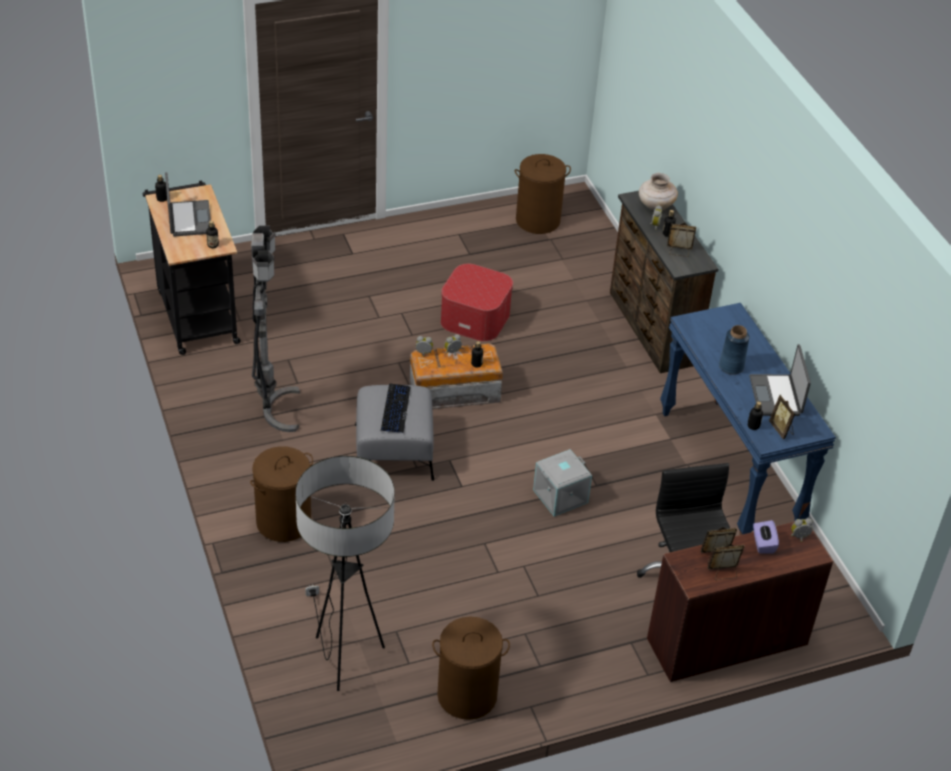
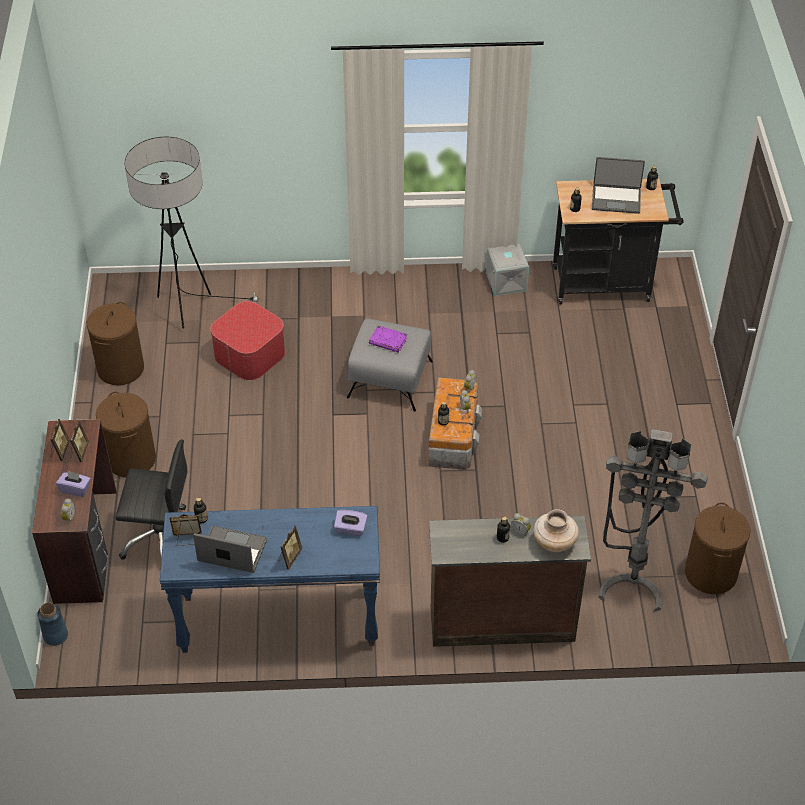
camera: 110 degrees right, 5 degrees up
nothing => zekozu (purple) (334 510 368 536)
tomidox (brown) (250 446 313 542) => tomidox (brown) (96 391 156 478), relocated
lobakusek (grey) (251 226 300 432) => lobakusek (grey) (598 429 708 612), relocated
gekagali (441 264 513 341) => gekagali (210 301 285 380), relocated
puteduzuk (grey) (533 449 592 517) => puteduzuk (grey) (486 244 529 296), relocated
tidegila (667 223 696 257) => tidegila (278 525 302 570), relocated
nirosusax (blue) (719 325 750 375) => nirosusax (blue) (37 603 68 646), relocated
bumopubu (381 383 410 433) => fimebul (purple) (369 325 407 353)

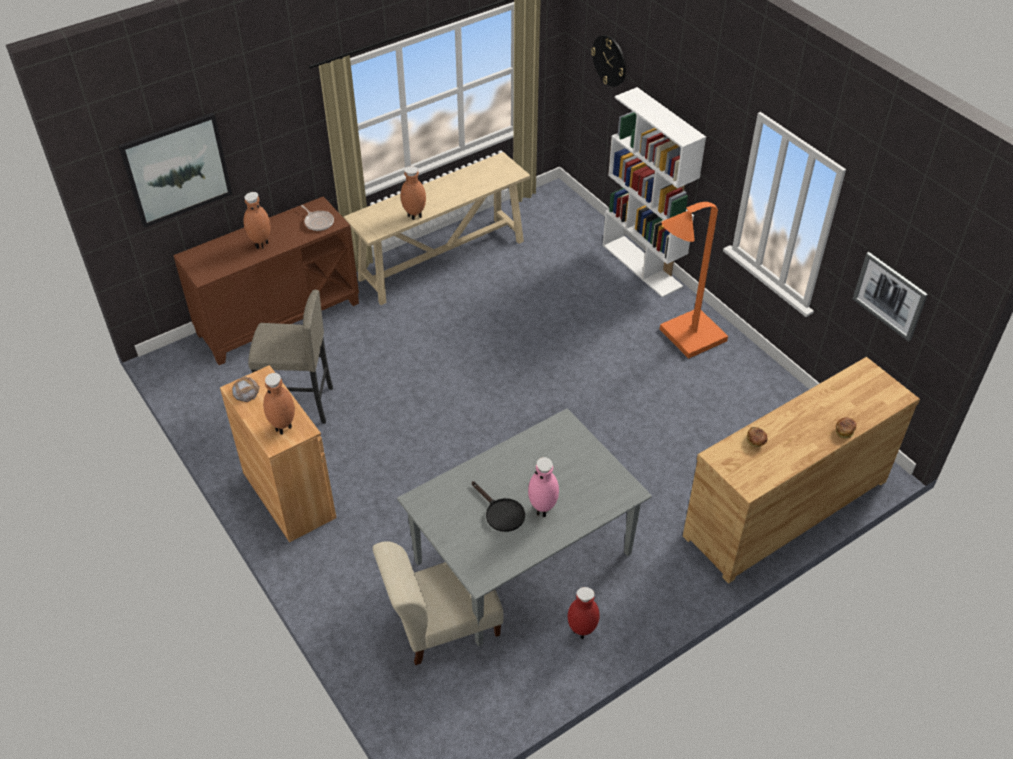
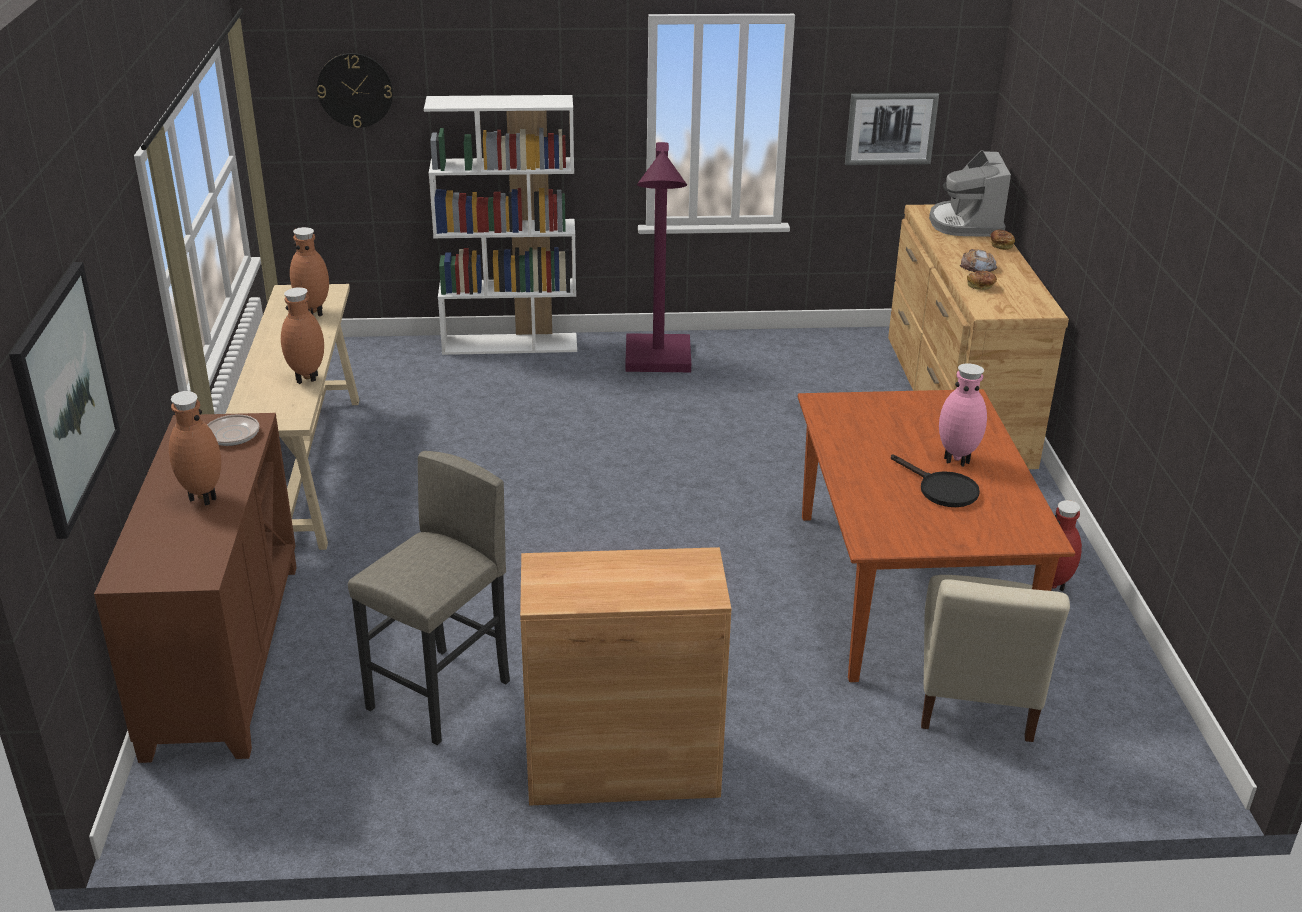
camera: 60 degrees left, 15 degrees down
nothing => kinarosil (929 150 1011 237)
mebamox (232 376 260 402) => mebamox (960 249 997 272), relocated
nirosusax (brown) (263 373 295 435) => nirosusax (brown) (290 227 329 316), relocated
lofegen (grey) (397 409 652 646) => lofegen (brown) (798 389 1075 682)
lobakusek (orange) (660 202 728 359) => lobakusek (purple) (625 142 691 372)
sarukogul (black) (472 481 525 532) => sarukogul (black) (891 454 980 507), 60 degrees clockwise

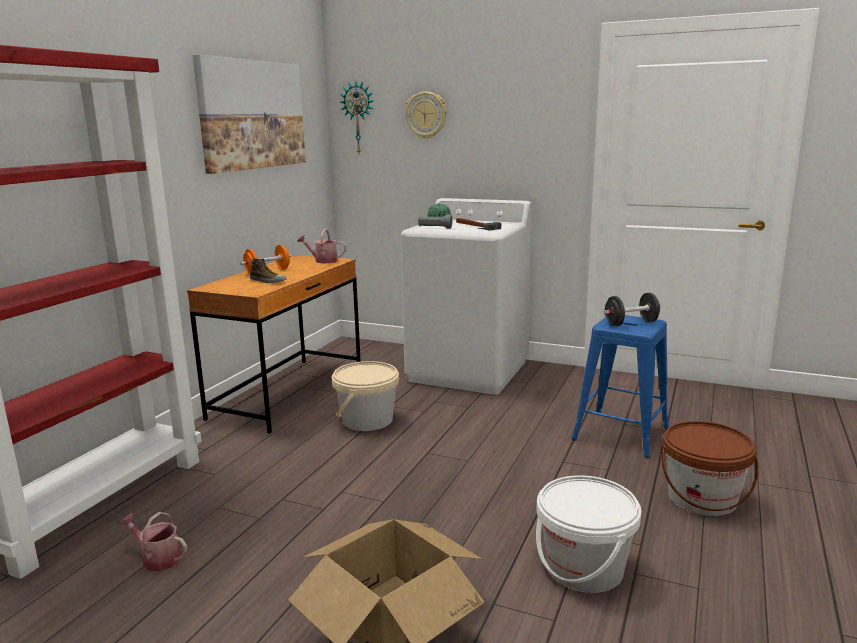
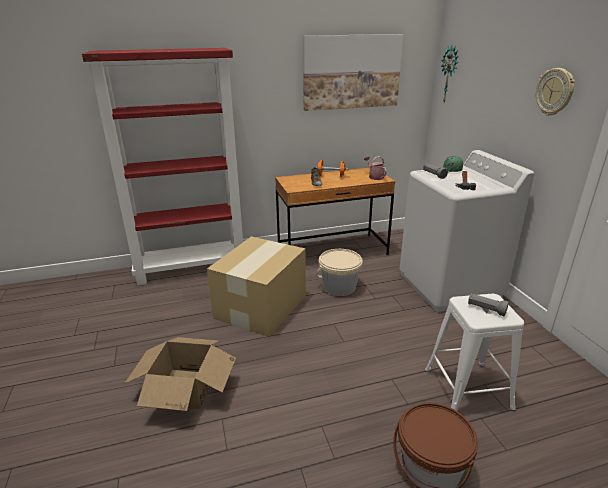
camera: 50 degrees right, 10 degrees up
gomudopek (119 512 187 571) => nothing
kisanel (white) (536 475 642 593) => nothing
nothing => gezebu (207 236 306 337)
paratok (405 92 447 139) => paratok (536 68 575 116), relocated
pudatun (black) (603 293 661 326) => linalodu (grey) (468 293 509 316)
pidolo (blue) (572 315 669 458) => pidolo (white) (425 294 524 411)

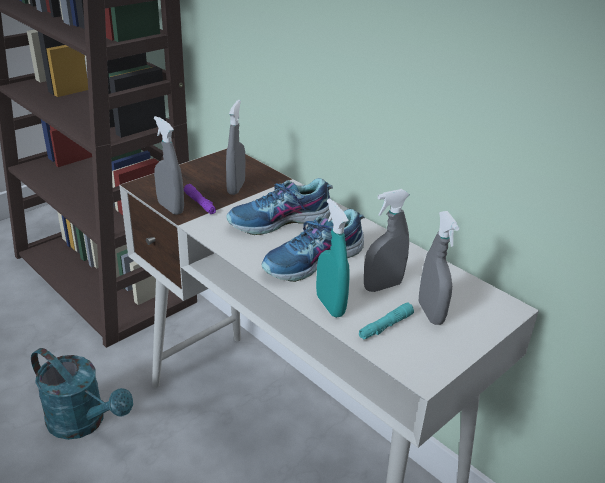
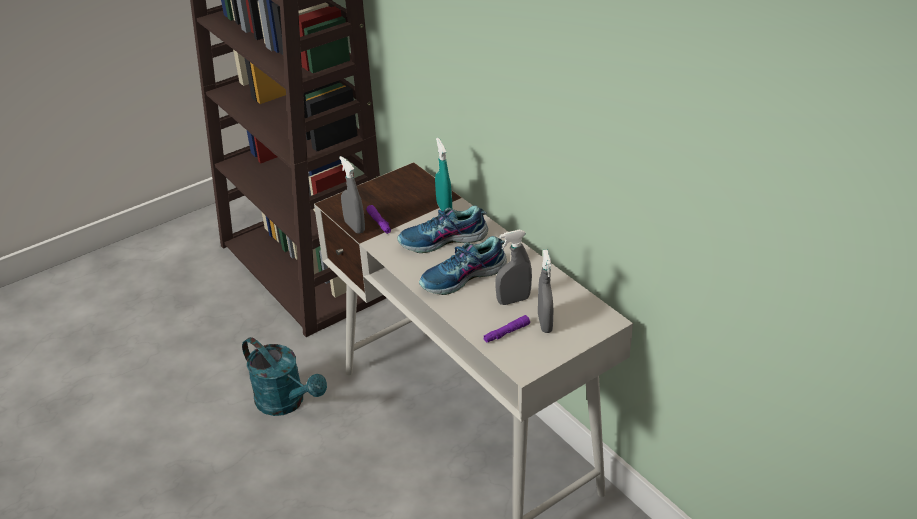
camera: 10 degrees right, 5 degrees up
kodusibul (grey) (226 100 245 195) => nothing
kodusibul (turquoise) (316 198 350 318) => kodusibul (turquoise) (435 138 452 211), relocated
linalodu (turquoise) (359 303 414 340) => linalodu (purple) (484 315 530 343)

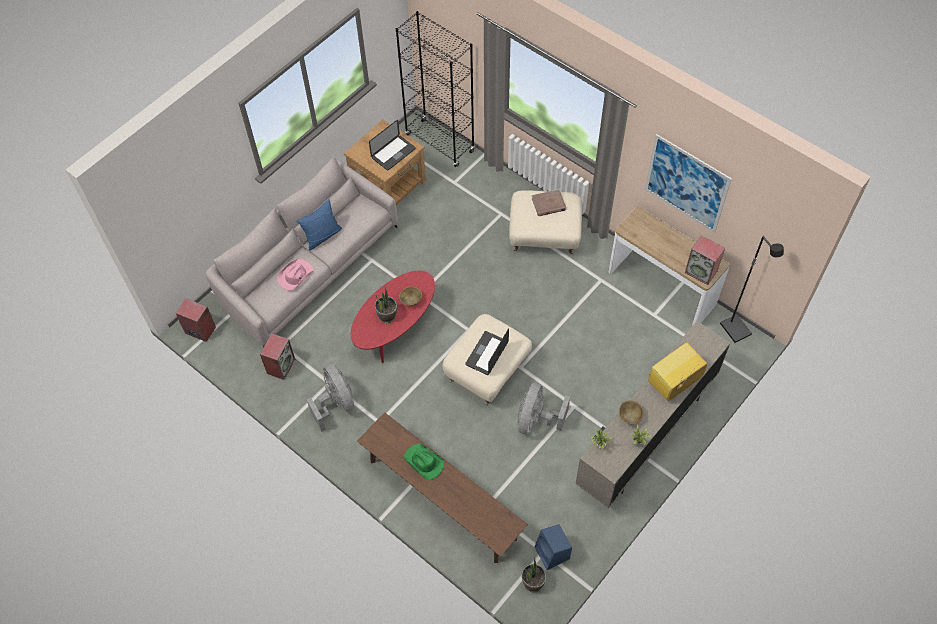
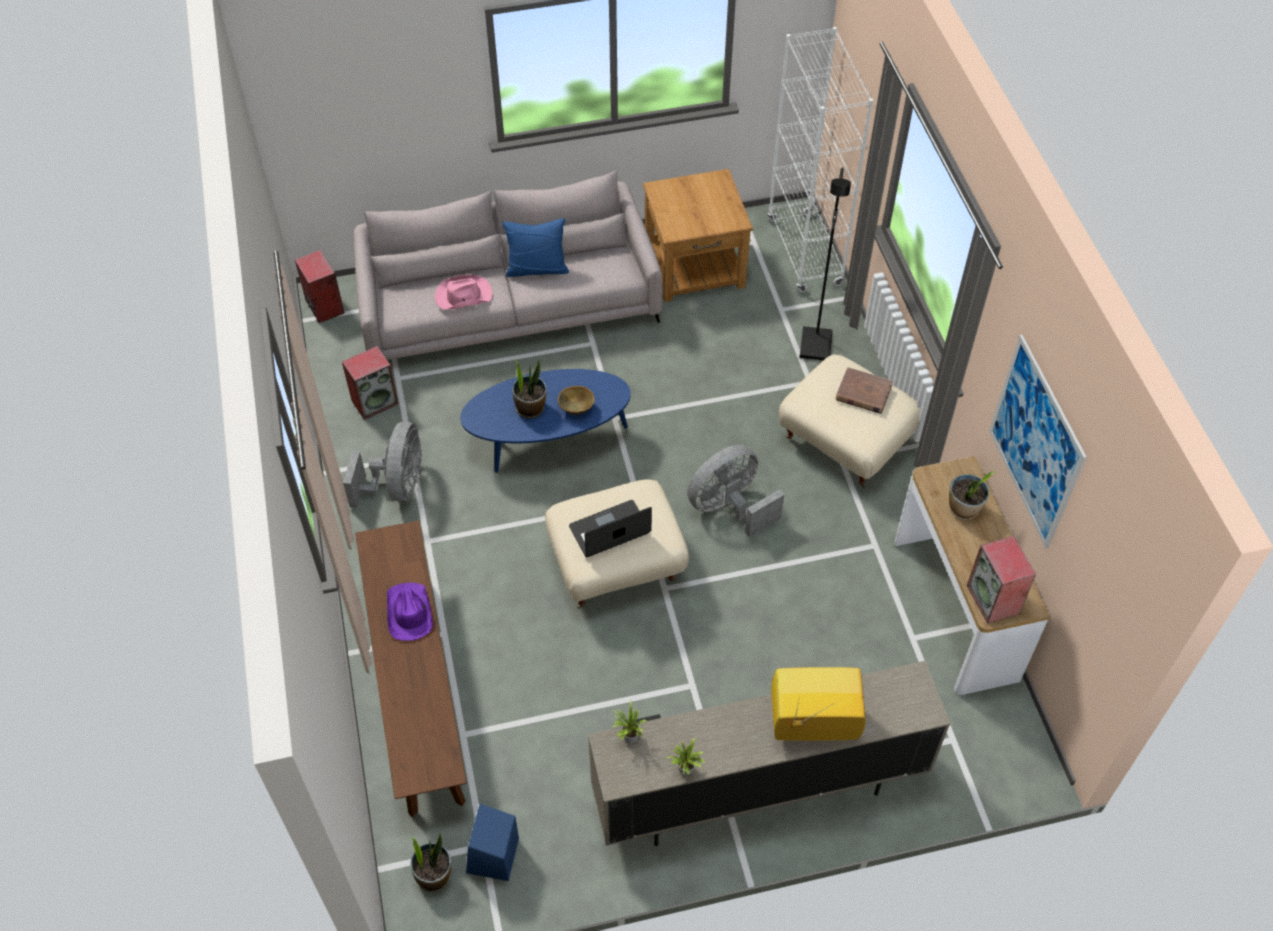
camera: 35 degrees right, 5 degrees down
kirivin (369 120 416 171) => nothing
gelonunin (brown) (619 400 643 424) => nothing
nothing => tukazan (949 471 995 520)
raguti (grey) (518 383 570 434) => raguti (grey) (687 445 784 537), relocated
lobakusek (black) (720 236 784 343) => lobakusek (black) (800 168 851 361), relocated
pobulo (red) (351 271 435 363) => pobulo (blue) (460 369 631 473)
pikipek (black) (396 11 475 167) => pikipek (white) (767 27 873 292)
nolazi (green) (404 444 444 480) => nolazi (purple) (387 583 433 641)

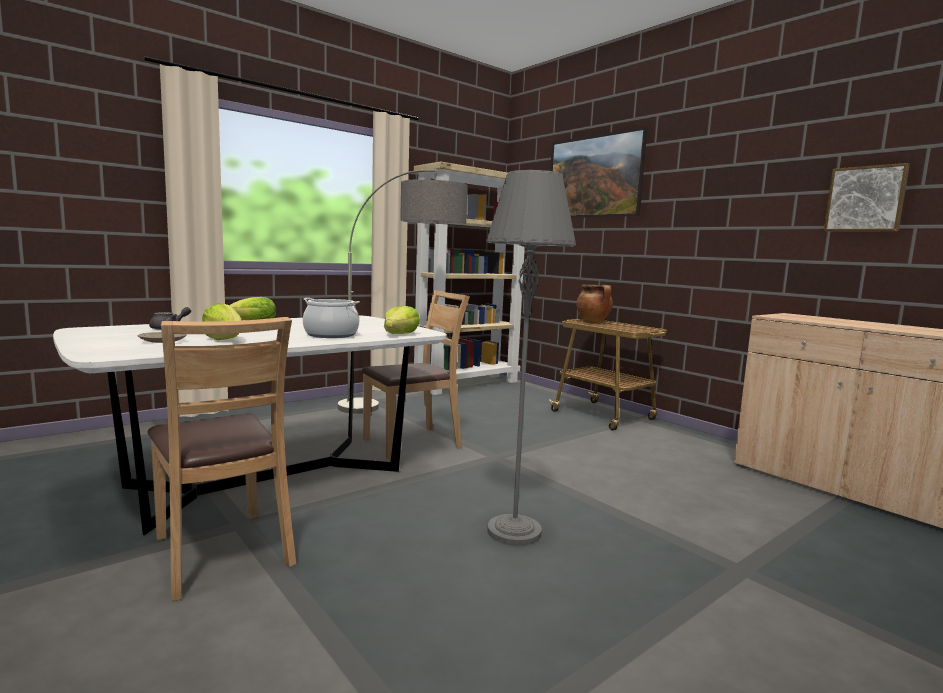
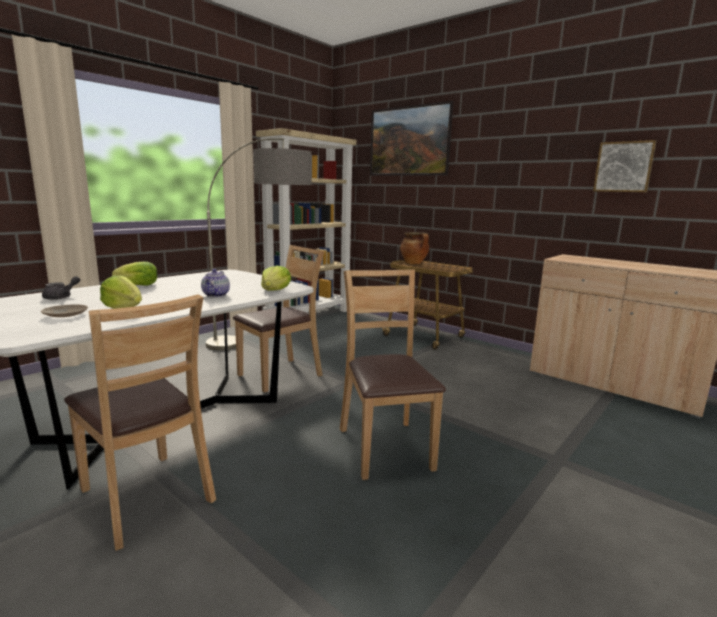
camera: 10 degrees left, 5 degrees up
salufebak (303 298 360 338) => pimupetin (201 269 230 297)
lobakusek (grey) (486 170 576 546) => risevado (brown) (340 269 446 480)

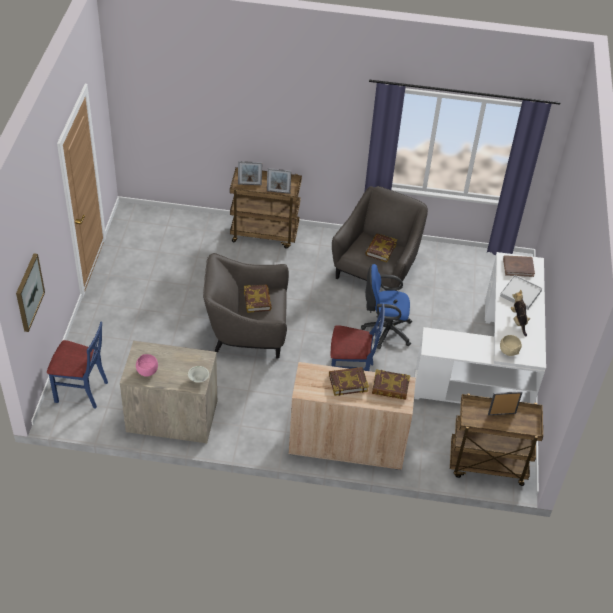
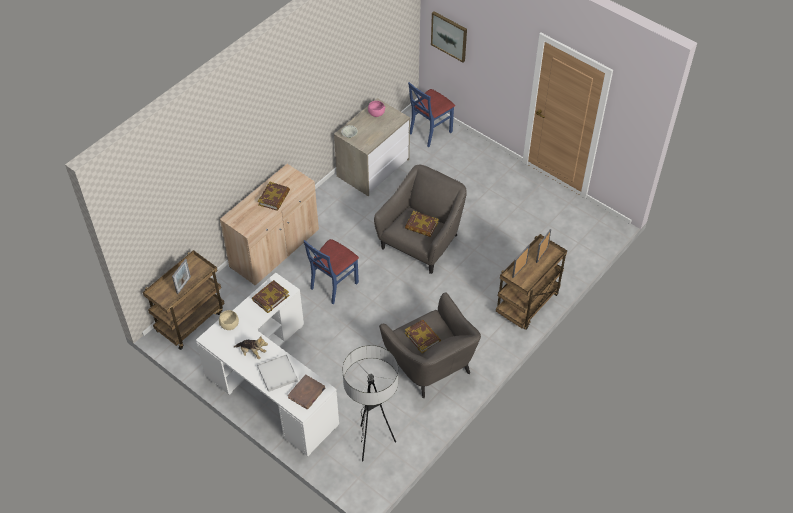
camera: 125 degrees right, 5 degrees up
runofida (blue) (361 264 412 349) => nothing
nothing => lobakusek (342 345 398 462)
fimebul (372 369 410 400) => fimebul (252 280 289 313), relocated

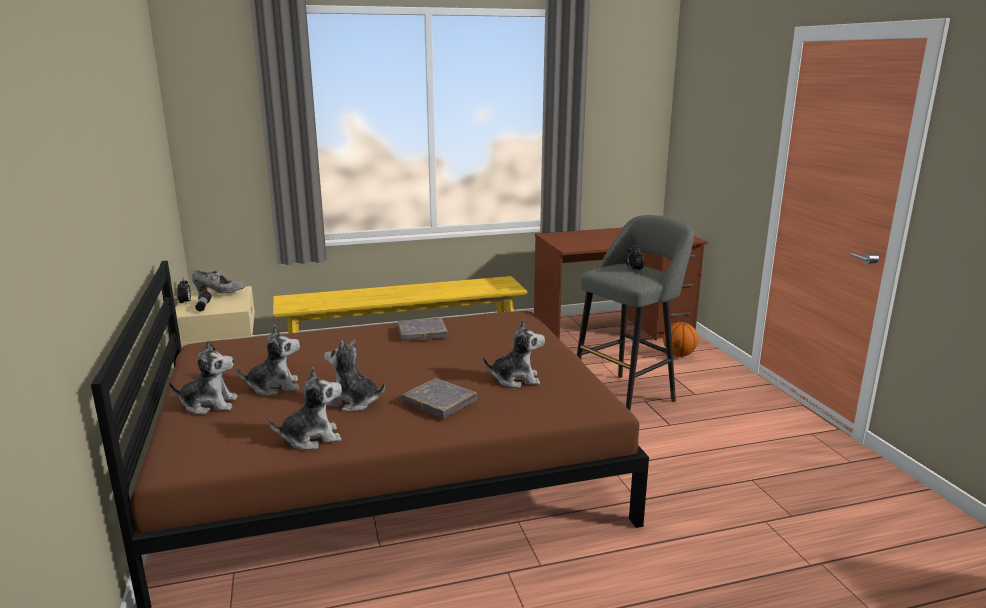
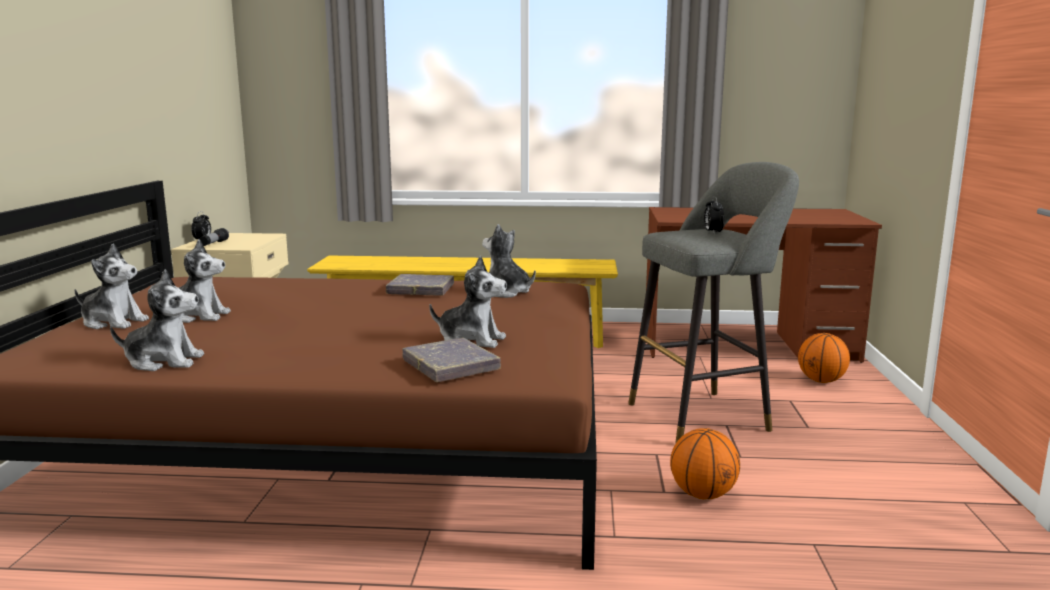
camera: 20 degrees right, 5 degrees down
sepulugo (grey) (192 269 245 294) => nothing
nothing => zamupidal (670 428 740 499)
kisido (324 339 385 412) => kisido (482 224 536 298), relocated
fimebul (grey) (401 378 477 419) => fimebul (grey) (402 338 501 382), relocated

